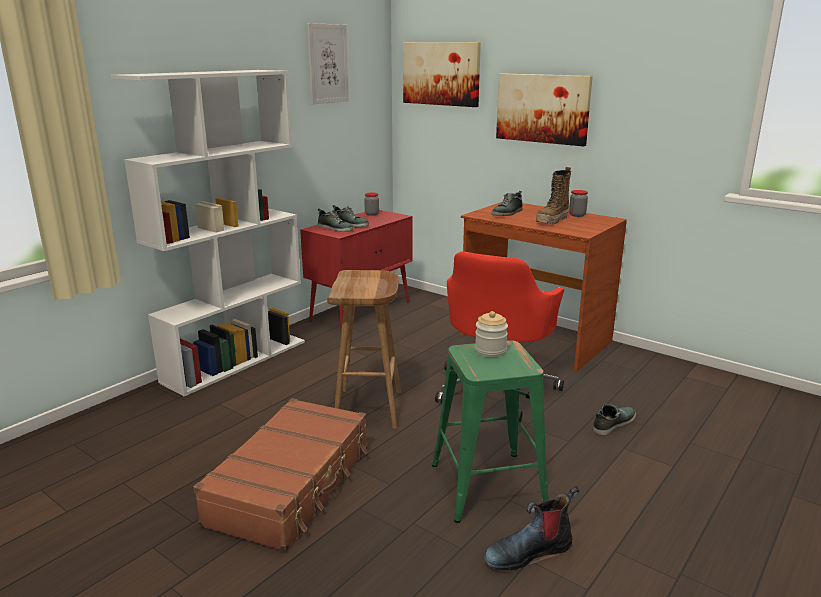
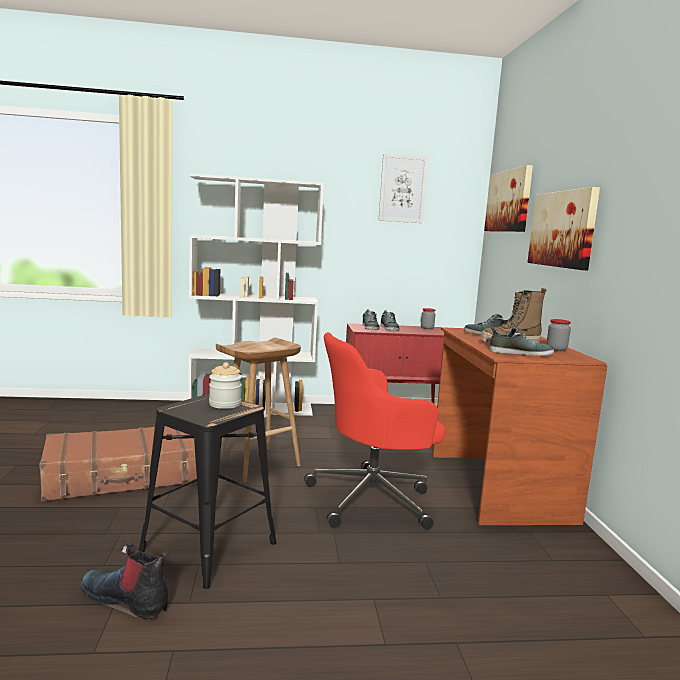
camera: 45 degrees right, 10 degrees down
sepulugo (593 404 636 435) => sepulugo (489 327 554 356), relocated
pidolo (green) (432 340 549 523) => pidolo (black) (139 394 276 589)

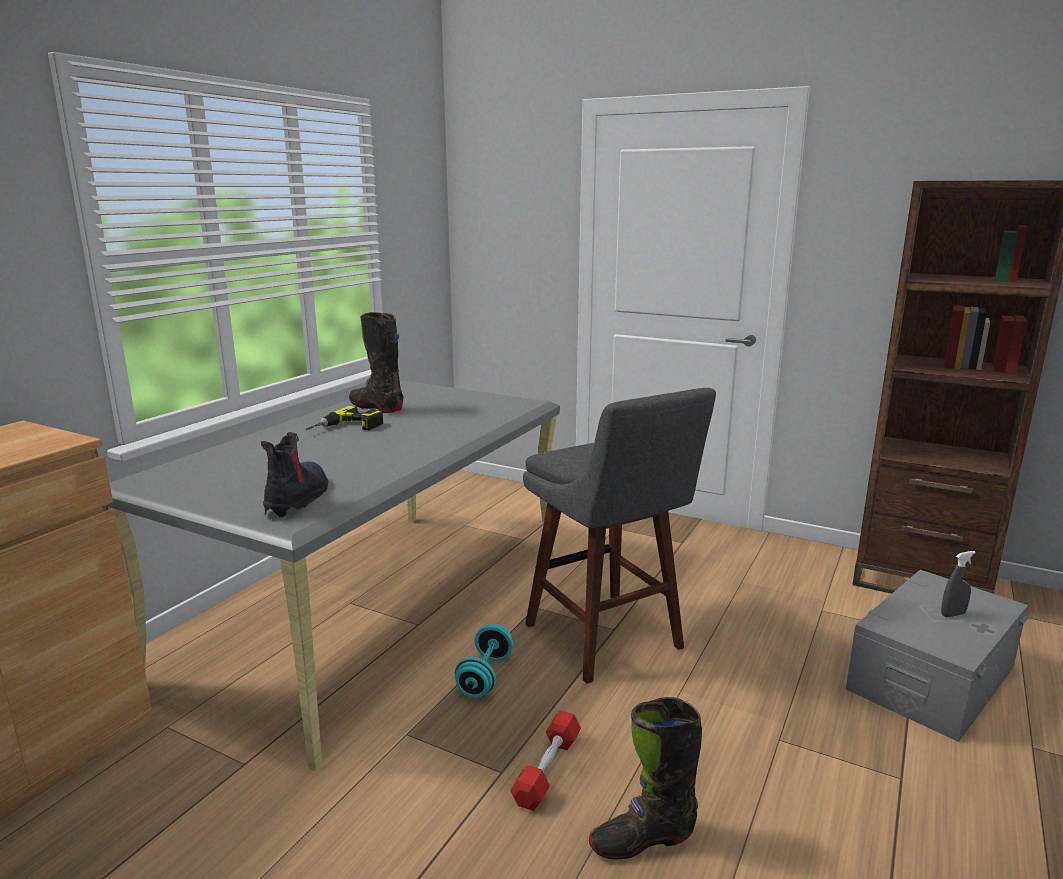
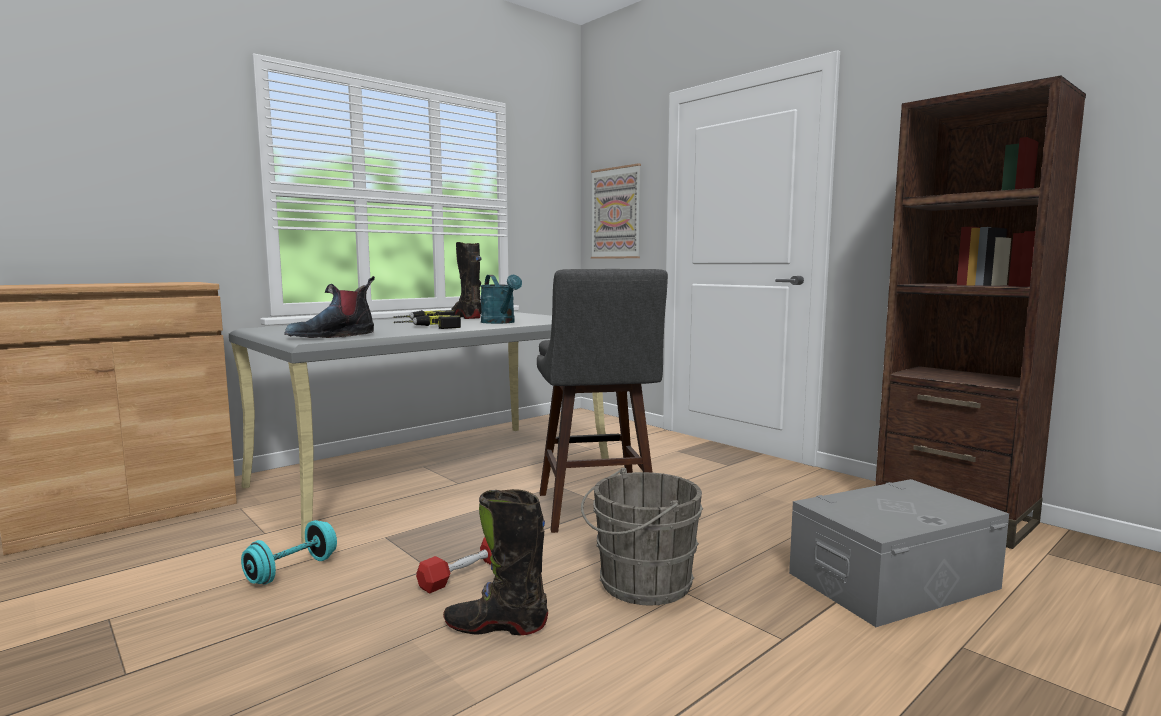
camera: 20 degrees right, 10 degrees down
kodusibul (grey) (941 551 976 617) => nothing
nothing => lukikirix (394 315 461 329)
nothing => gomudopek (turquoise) (480 275 522 324)
nothing => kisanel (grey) (581 468 703 606)
nothing => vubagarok (591 163 641 259)
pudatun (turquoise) (455 624 513 698) => pudatun (turquoise) (241 520 337 584), relocated
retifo (261 432 329 518) => retifo (284 276 375 338), 150 degrees counterclockwise

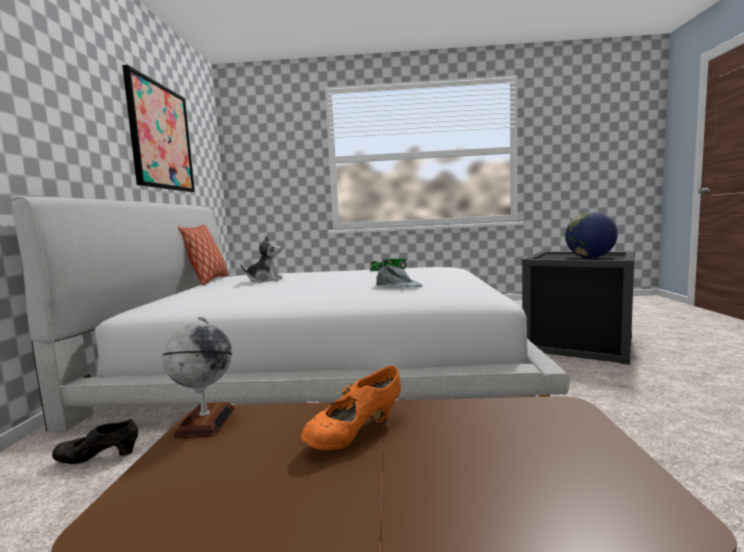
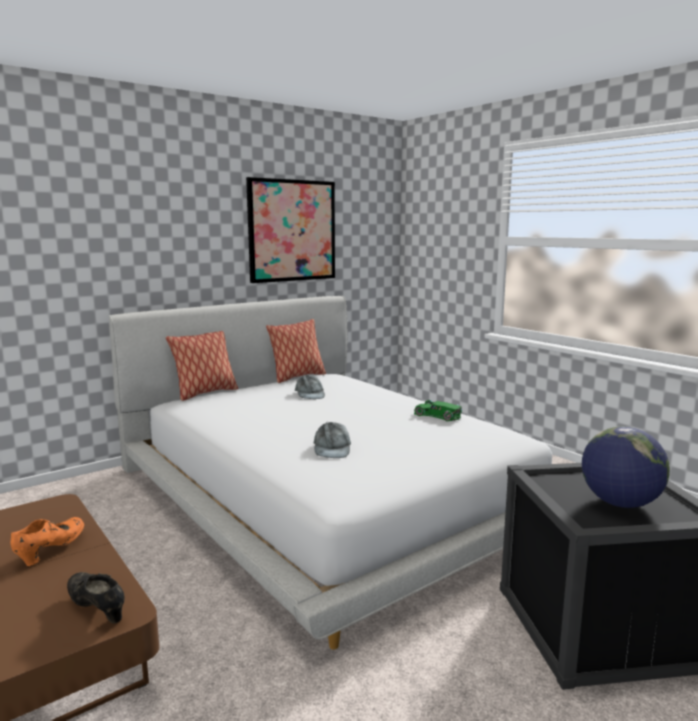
camera: 50 degrees right, 5 degrees up
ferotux (163 317 235 438) => nothing
nothing => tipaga (166 331 238 401)
sepulugo (black) (52 419 138 464) => sepulugo (black) (67 572 124 624), relocated
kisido (241 235 283 282) => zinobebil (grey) (295 374 325 399)
sepulugo (orange) (301 366 401 450) => sepulugo (orange) (11 517 84 566), 105 degrees clockwise

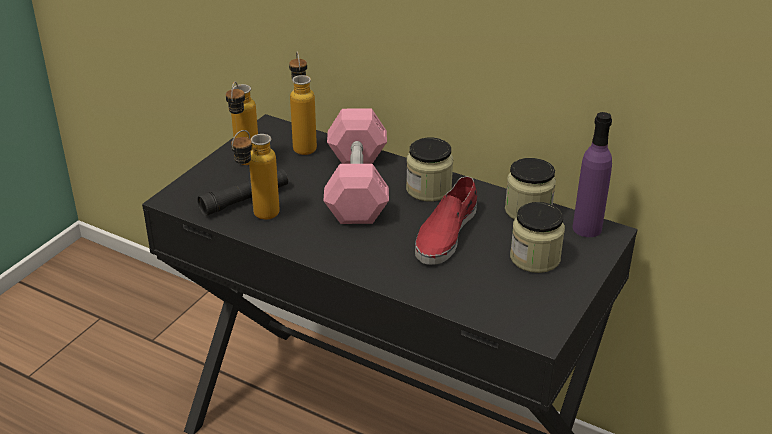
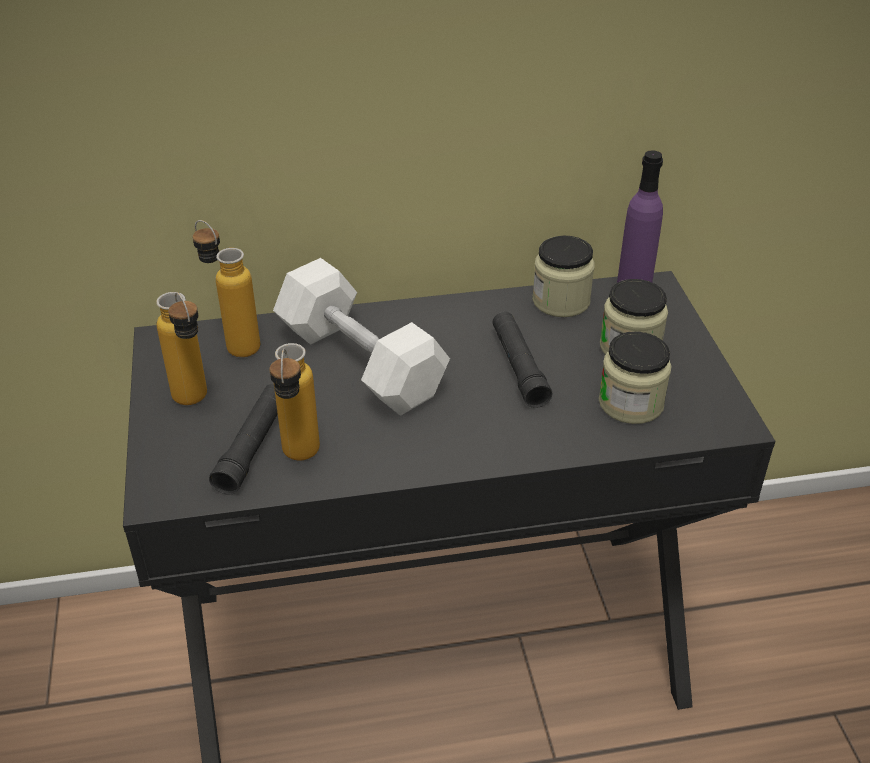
camera: 40 degrees left, 5 degrees up
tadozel (406 138 453 201) => tadozel (599 331 672 424), relocated
sepulugo (red) (415 176 477 265) => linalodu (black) (493 312 552 408)
pudatun (pink) (324 109 389 224) => pudatun (white) (273 258 450 416)

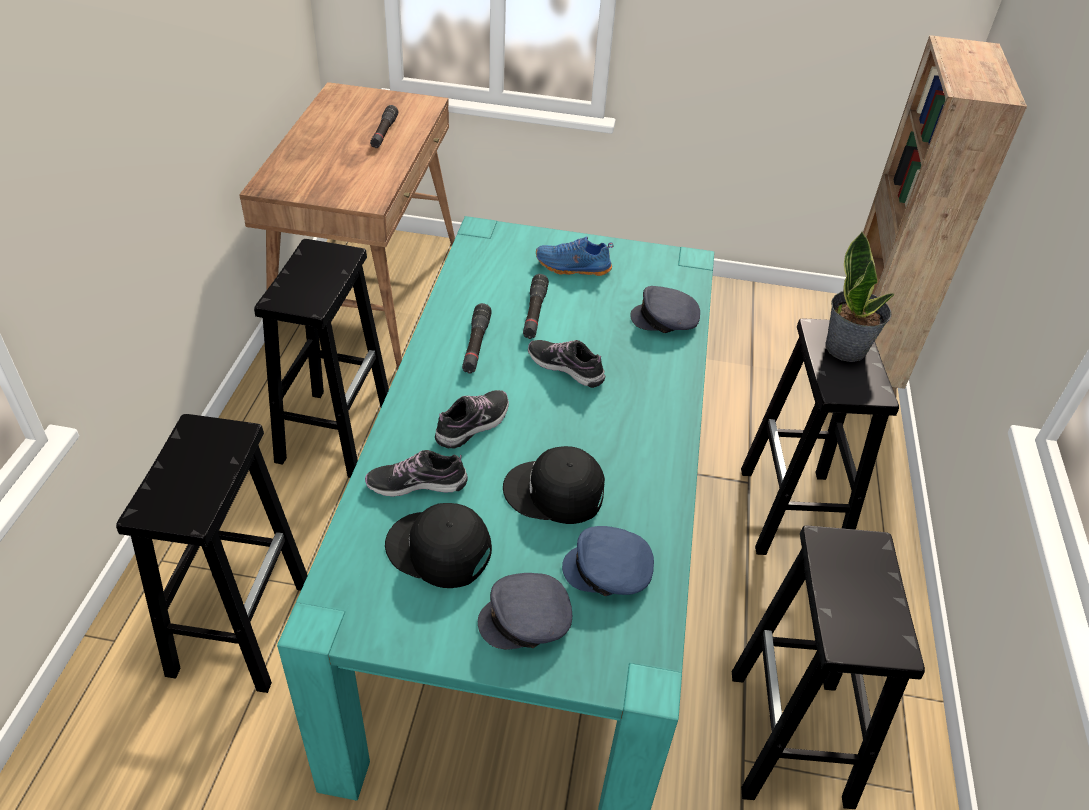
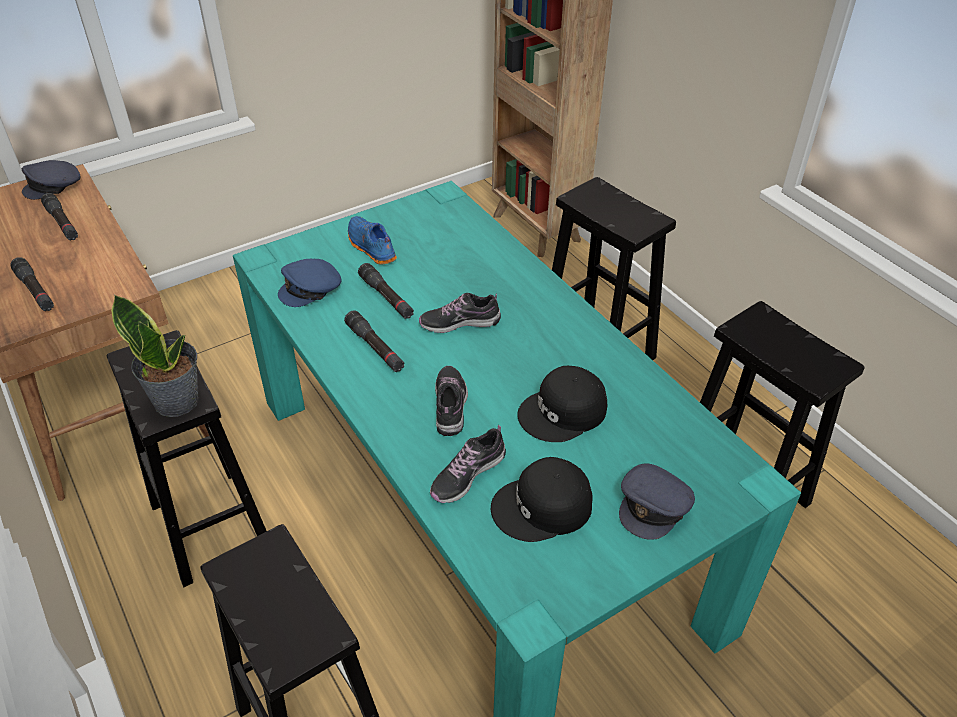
camera: 40 degrees left, 0 degrees up
nothing => linalodu (black) (10 257 54 311)
zinobebil (blue) (562 526 654 596) => zinobebil (blue) (278 259 342 307), relocated
zinobebil (grey) (630 286 700 333) => zinobebil (grey) (22 160 80 200), relocated
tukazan (826 231 894 362) => tukazan (111 294 199 417), relocated
sepulugo (blue) (536 237 613 276) => sepulugo (blue) (348 216 397 265), 90 degrees clockwise

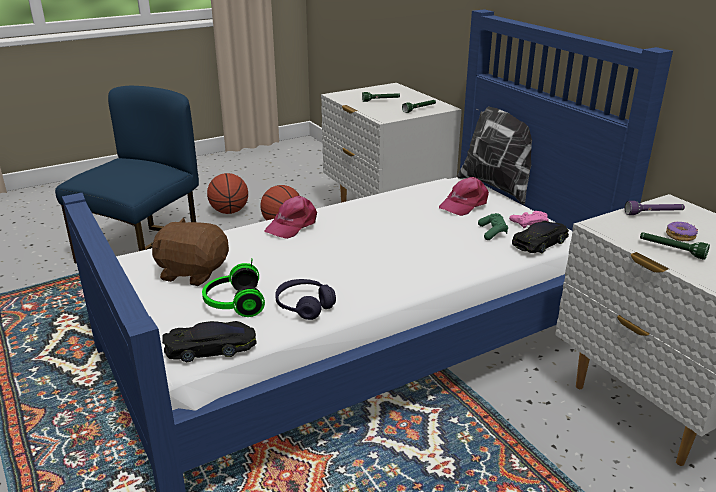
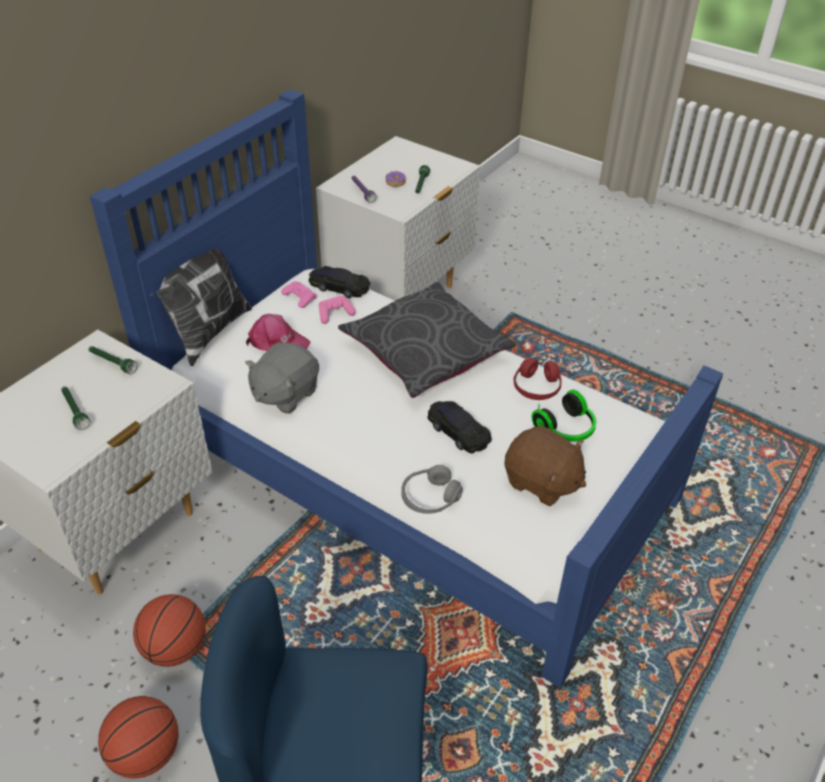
camera: 115 degrees left, 15 degrees up
zinobebil (pink) (264 196 317 239) => nothing
nothing => kisido (grey) (245 342 319 414)
nothing => tipaga (grey) (338 282 516 398)
nothing => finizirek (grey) (401 465 463 514)
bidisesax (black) (162 321 257 362) => bidisesax (black) (427 401 492 454), relocated
finizirek (purple) (275 279 336 320) => finizirek (red) (514 358 562 400)
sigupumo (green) (478 213 508 240) => sigupumo (pink) (319 295 356 324)
kisido (brown) (151 217 229 286) => kisido (brown) (504 426 586 506), 45 degrees counterclockwise

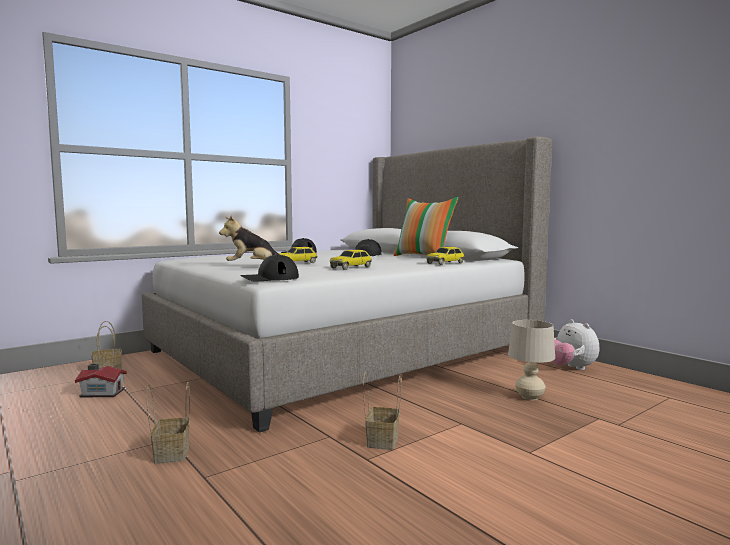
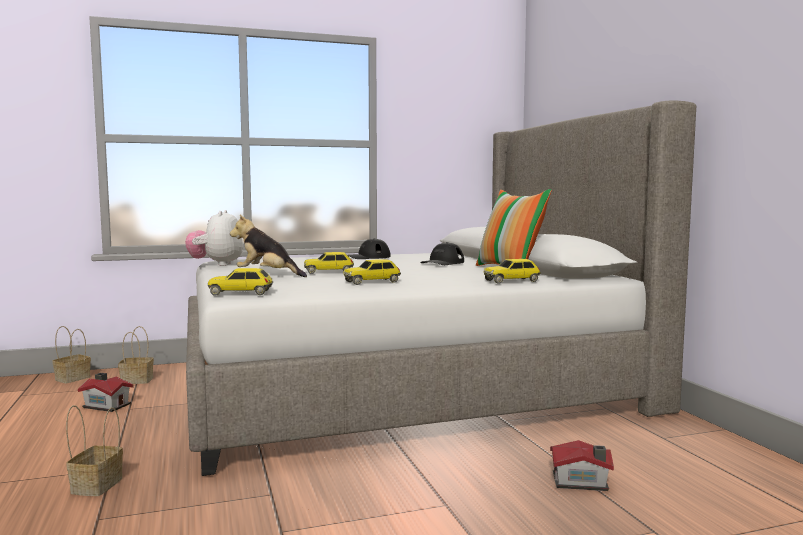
camera: 20 degrees right, 0 degrees up
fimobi (363 372 401 450) => fimobi (53 326 91 383), relocated
kisido (552 319 599 370) => kisido (185 210 243 266), relocated
zinobebil (black) (240 255 299 281) => bidisesax (208 268 273 296)
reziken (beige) (508 320 555 400) => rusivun (550 440 614 491)

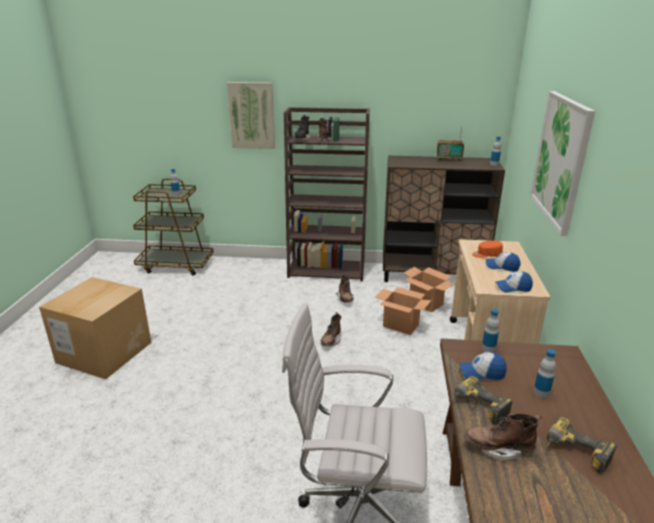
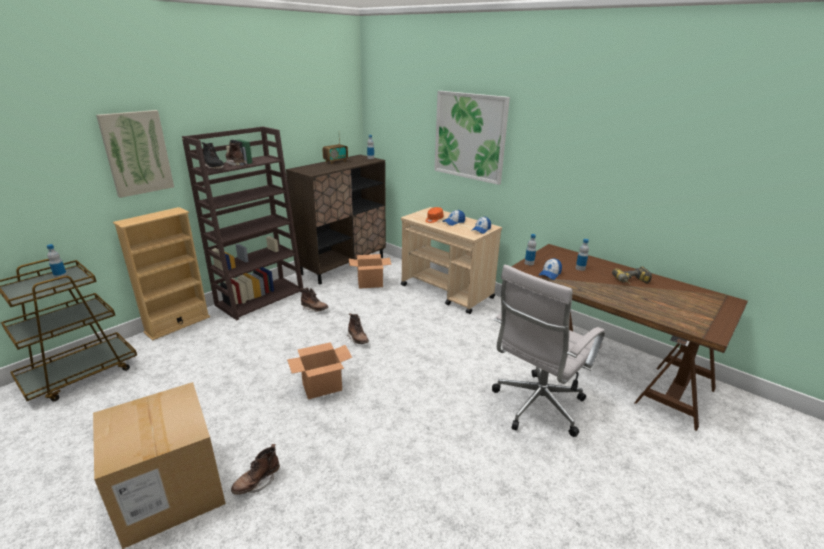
camera: 55 degrees left, 0 degrees up
lukikirix (450 376 513 424) => nothing
nothing => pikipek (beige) (113 207 210 341)
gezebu (375 287 432 335) => gezebu (287 342 352 399), relocated
retifo (brown) (464 414 541 460) => retifo (brown) (231 444 280 495), relocated

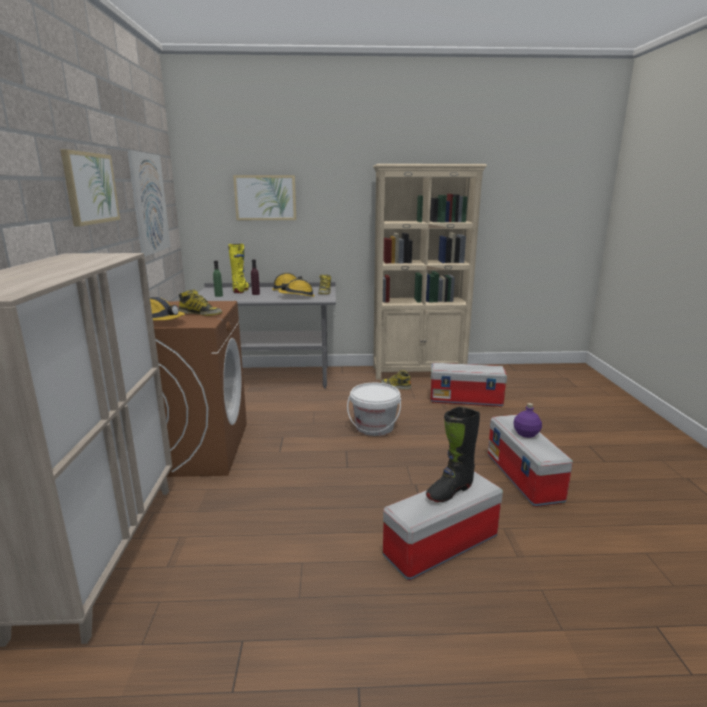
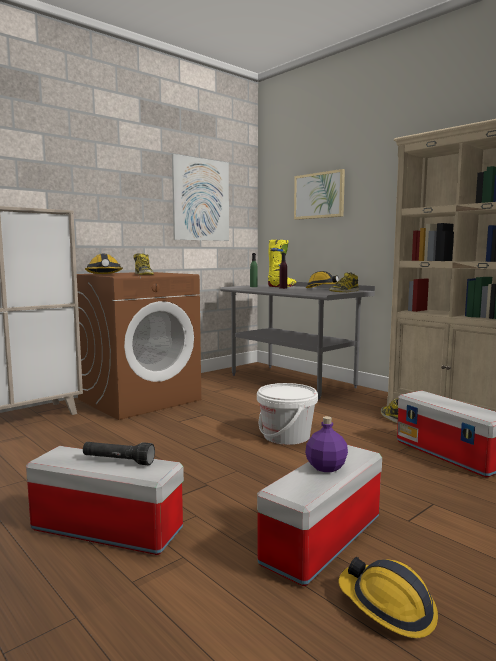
camera: 50 degrees right, 10 degrees down
vubagarok (60 149 120 226) => nothing
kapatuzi (278 279 315 297) => kapatuzi (339 557 438 638), relocated
retifo (black) (426 407 480 502) => linalodu (black) (83 442 155 466)

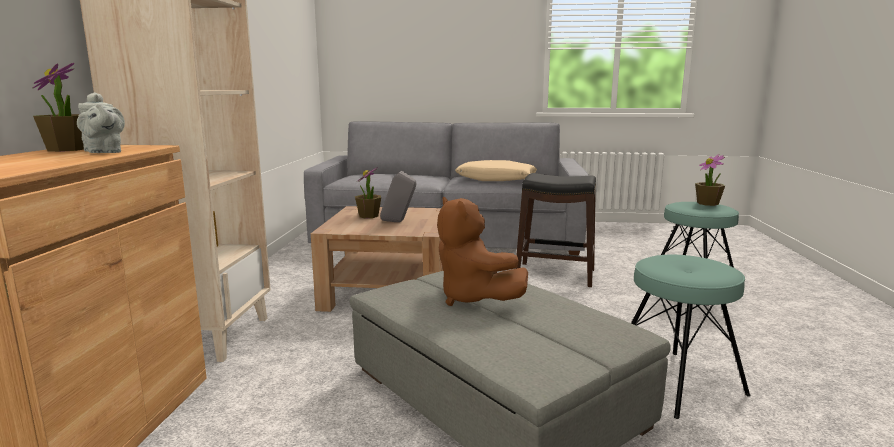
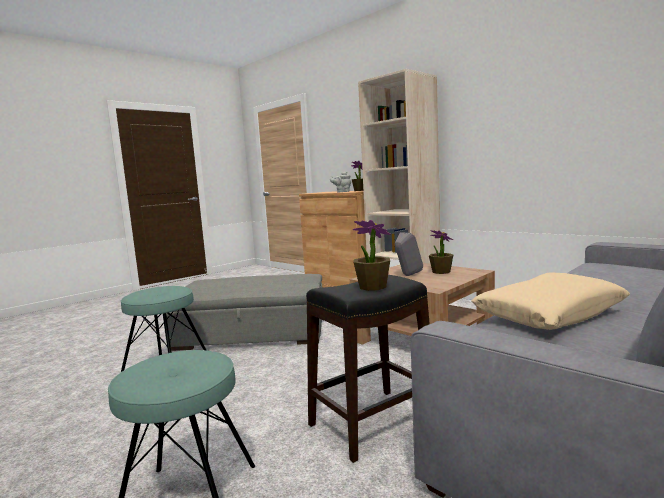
camera: 130 degrees right, 5 degrees down
kisido (brown) (437 197 528 306) => nothing
tukazan (695 154 725 206) => tukazan (353 220 391 291), relocated

